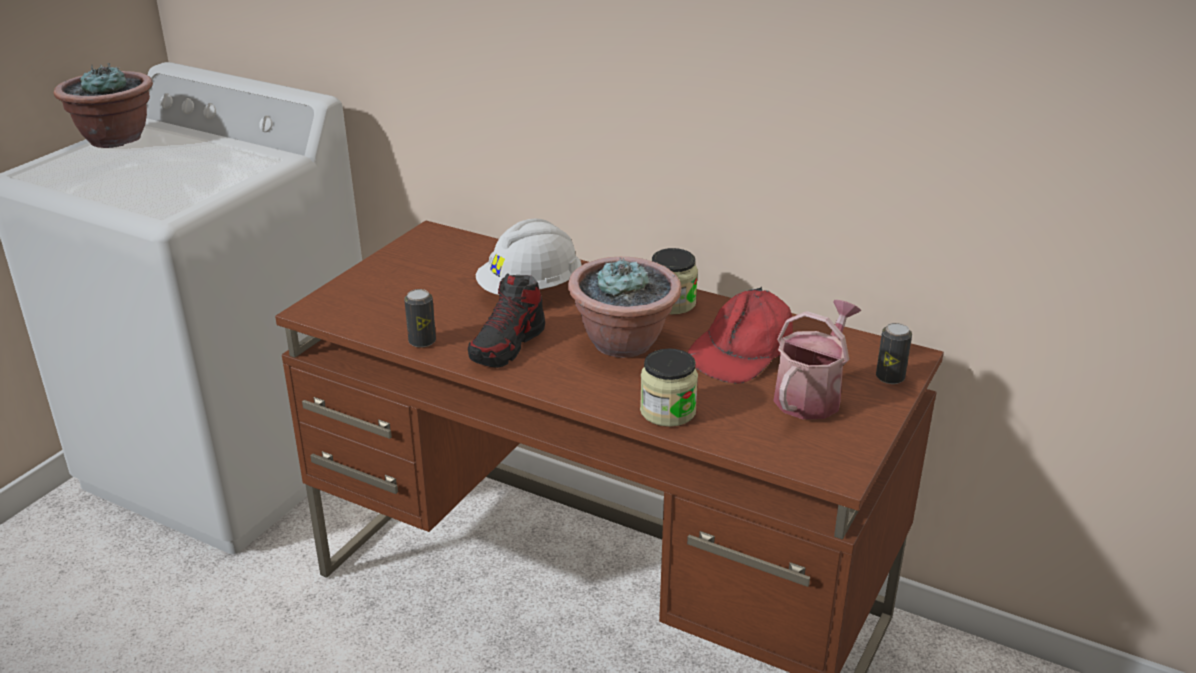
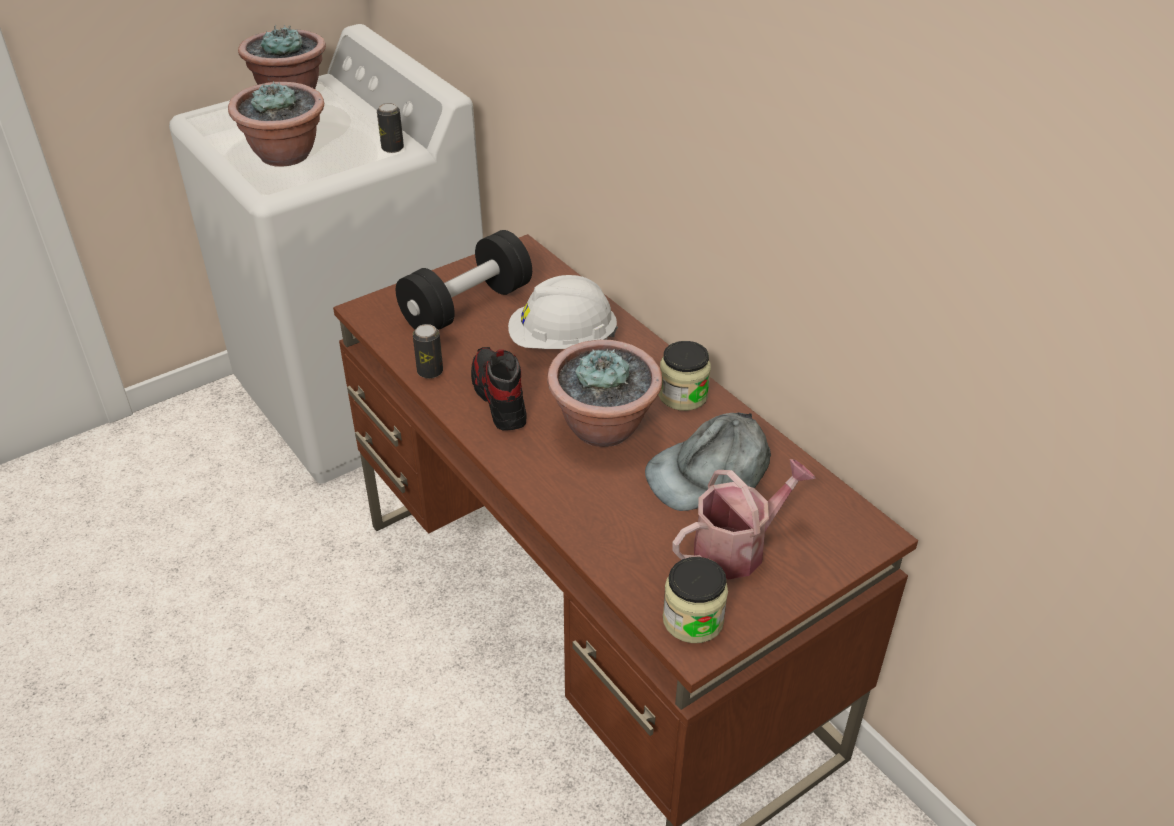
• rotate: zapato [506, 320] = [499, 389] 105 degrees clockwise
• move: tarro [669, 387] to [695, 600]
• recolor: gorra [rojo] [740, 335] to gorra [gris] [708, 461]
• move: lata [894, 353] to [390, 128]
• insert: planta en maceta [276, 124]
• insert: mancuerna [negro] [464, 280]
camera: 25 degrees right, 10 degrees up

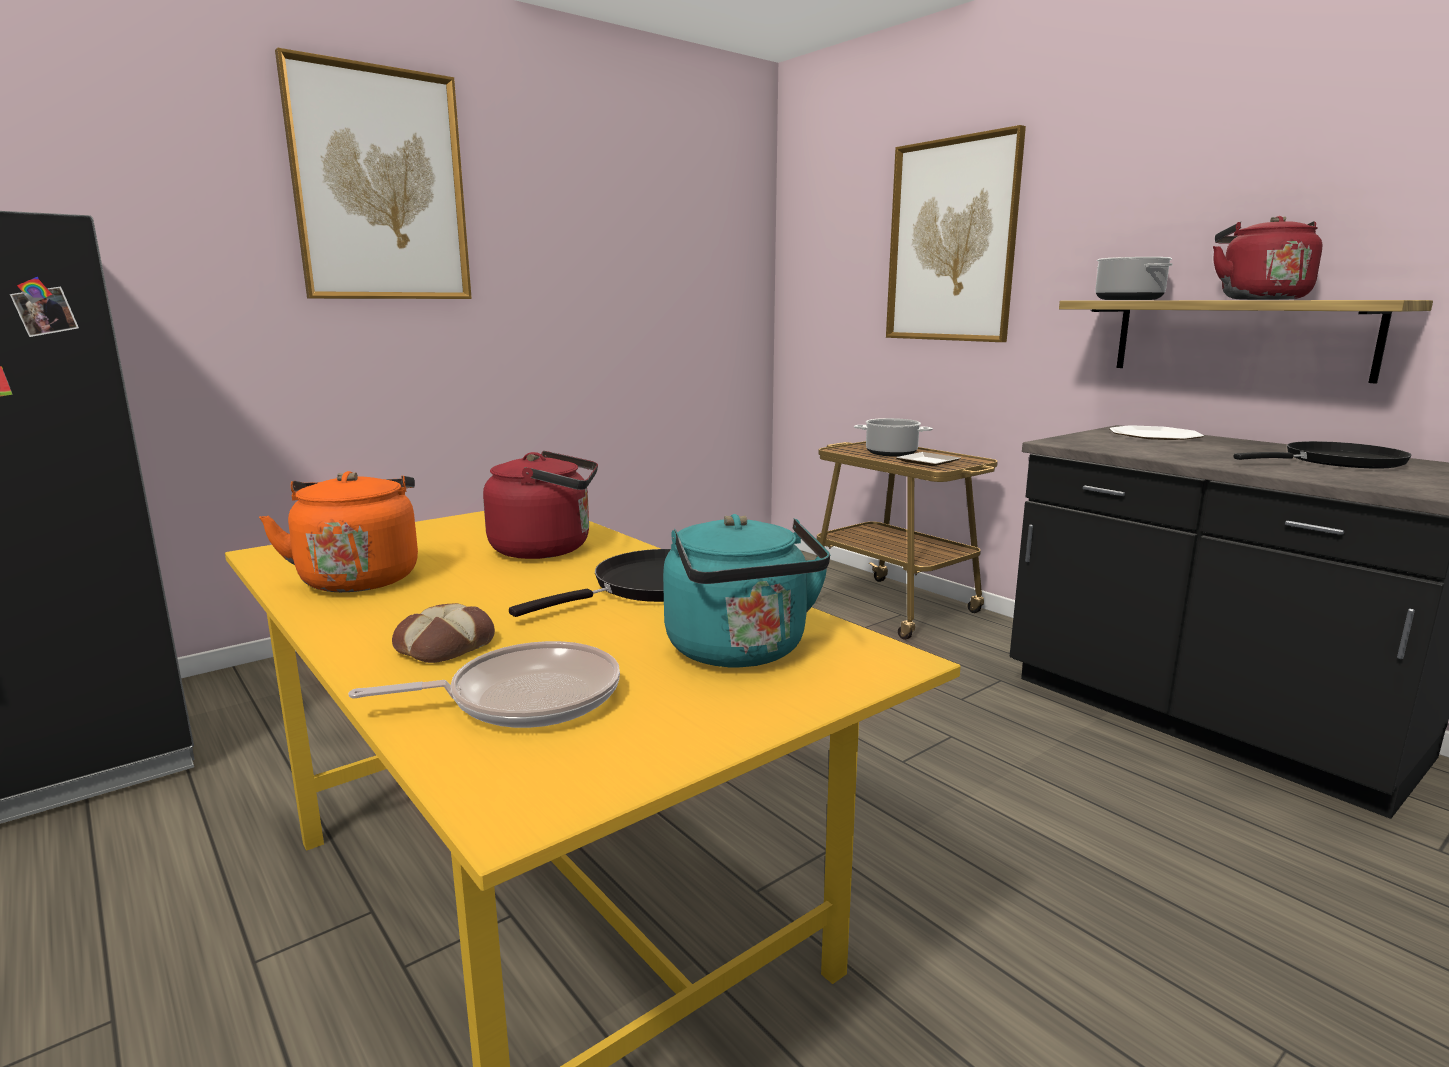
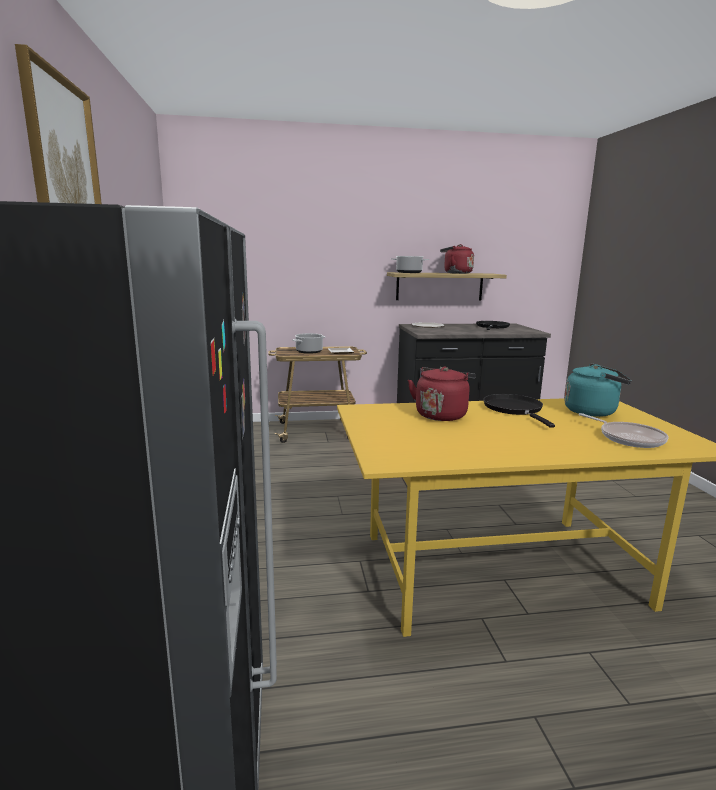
• delete: hervidor [naranja] [338, 531]
• rotate: sartén [484, 684] = [623, 430] 135 degrees clockwise
• delete: pan [443, 633]
• delete: cuadro [956, 233]
camera: 60 degrees left, 0 degrees up

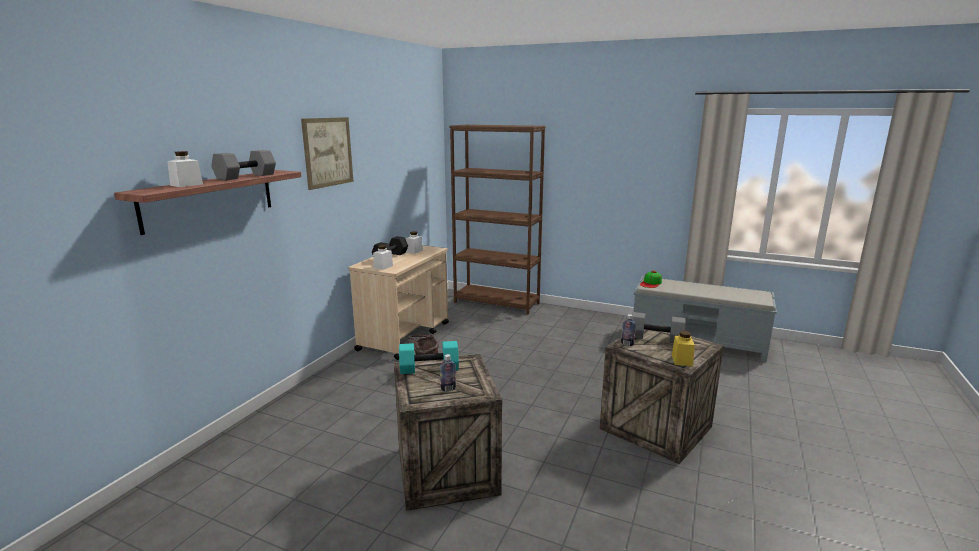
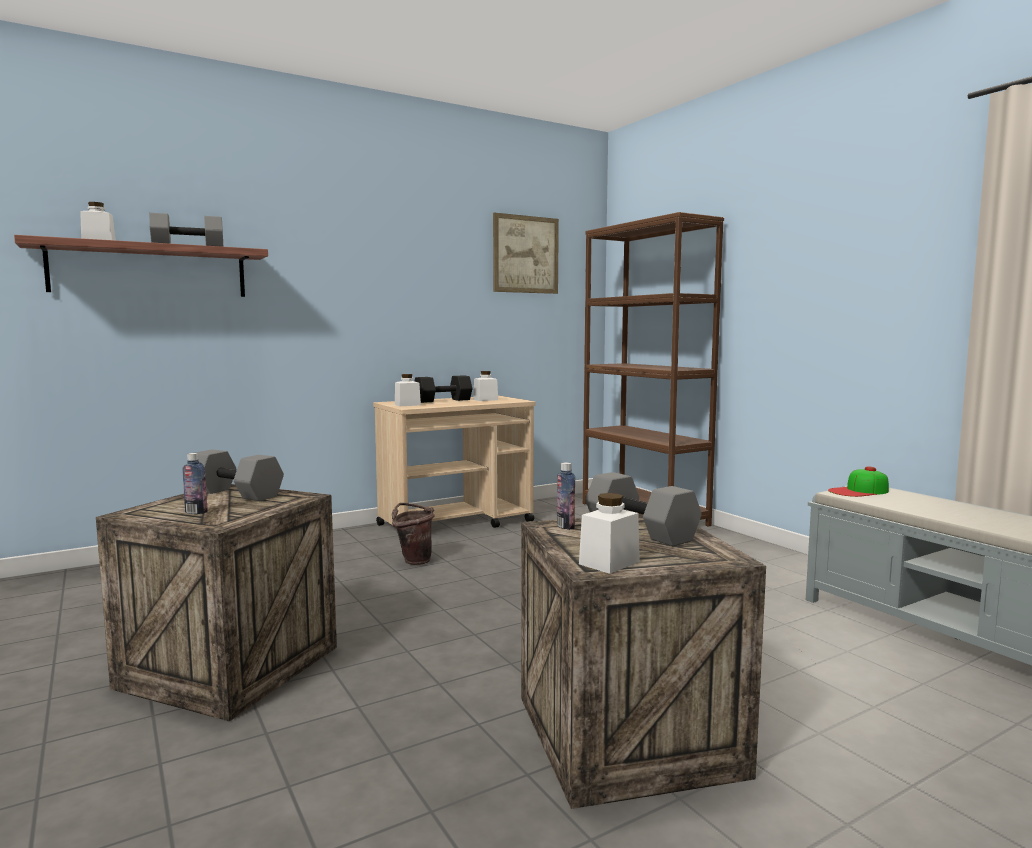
• move: cuadro [327, 153] to [526, 253]
• recolor: mancuerna [turquesa] [429, 357] to mancuerna [gris] [239, 475]
• recolor: tarro [amarillo] [683, 348] to tarro [blanco] [609, 533]
camera: 35 degrees right, 10 degrees down

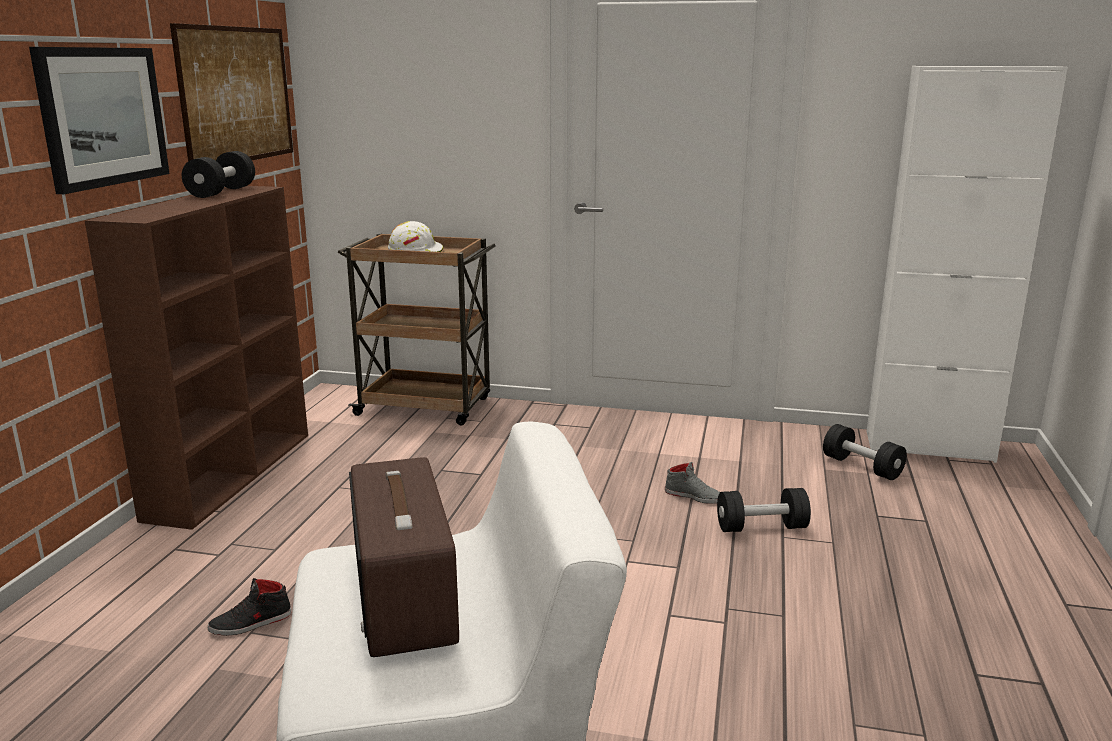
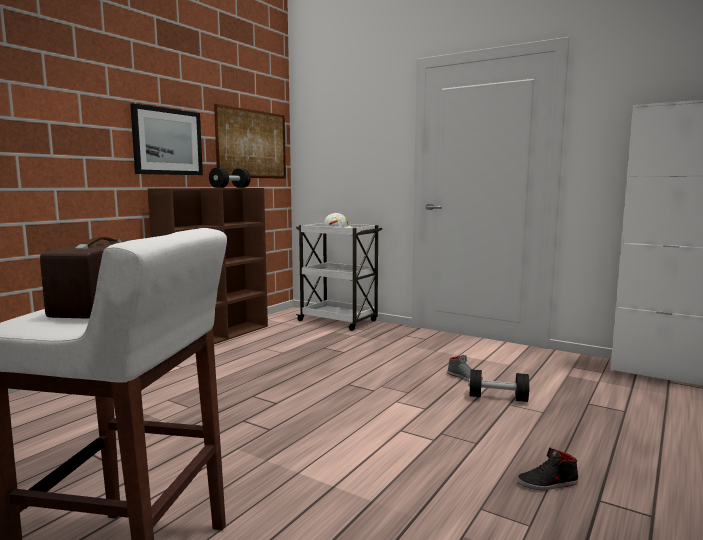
• move: zapato [negro] [249, 607] to [547, 469]
• recolor: carrito [marrón] [417, 329] to carrito [blanco] [339, 277]
• delete: mancuerna [negro] [865, 452]
camera: 20 degrees right, 10 degrees down

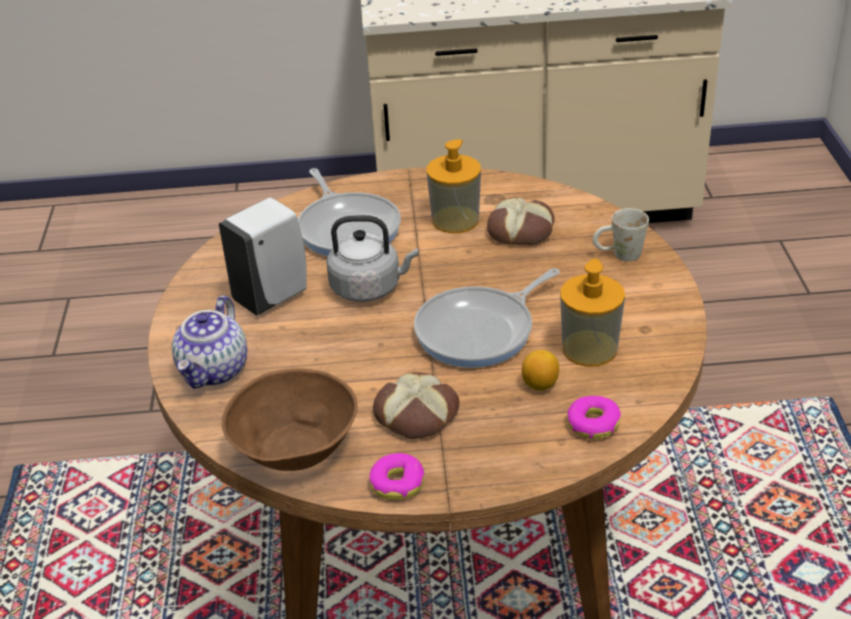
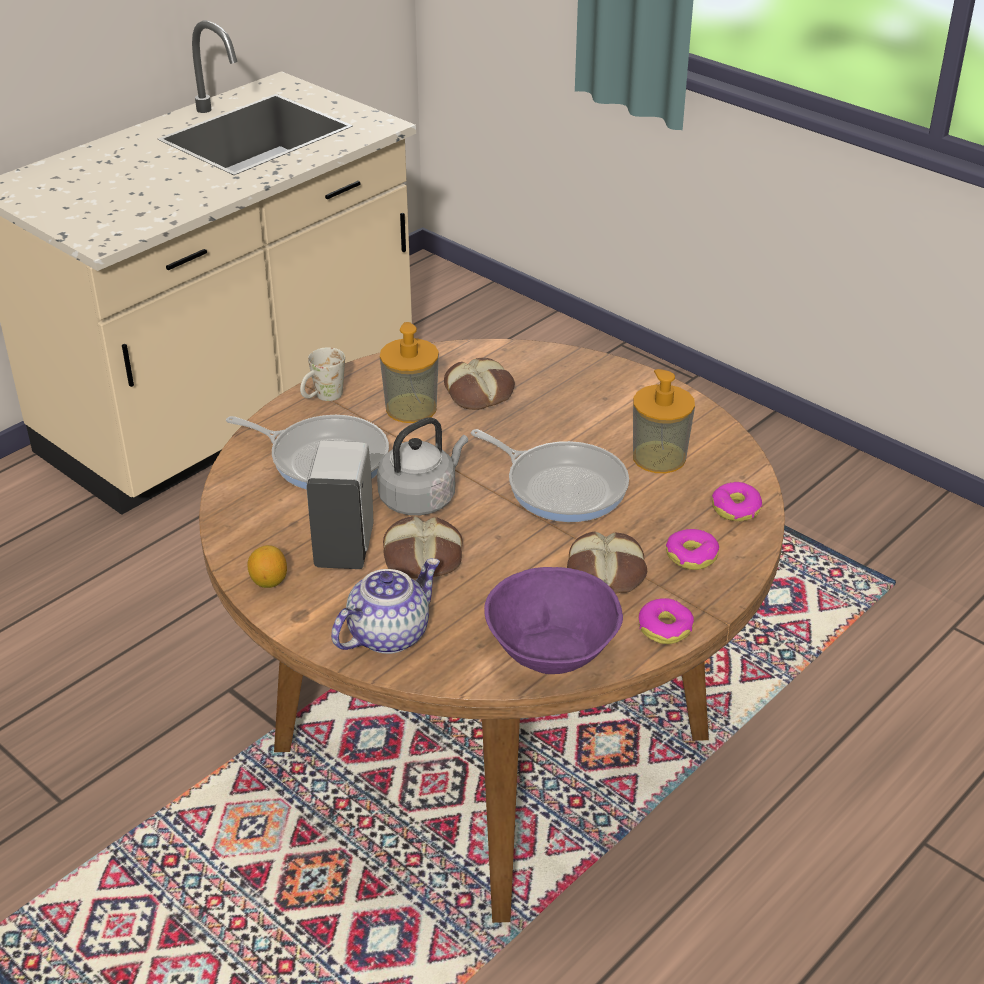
• rotate: tetera [209, 342] = [385, 606] 105 degrees counterclockwise
• recolor: cuenco [marrón] [290, 419] to cuenco [morado] [553, 620]
• rotate: sartén [487, 318] = [550, 475] 60 degrees counterclockwise
• move: limón [540, 370] to [267, 566]
• move: taza grande [blanco] [621, 235] to [322, 374]
• insert: pan [423, 547]
• insert: rosquilla [692, 549]
camera: 45 degrees left, 0 degrees up

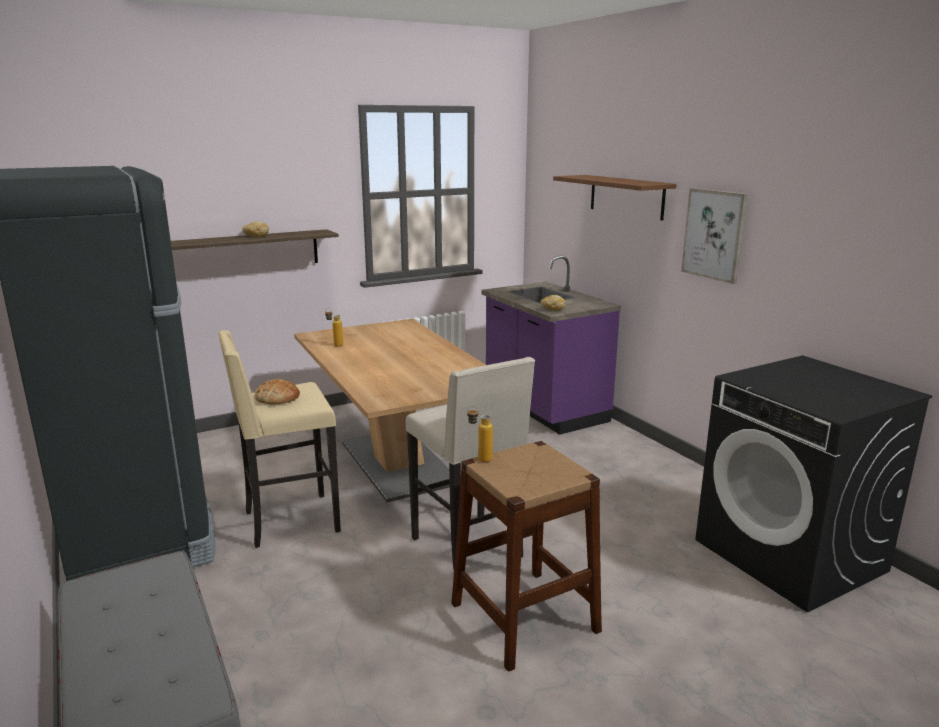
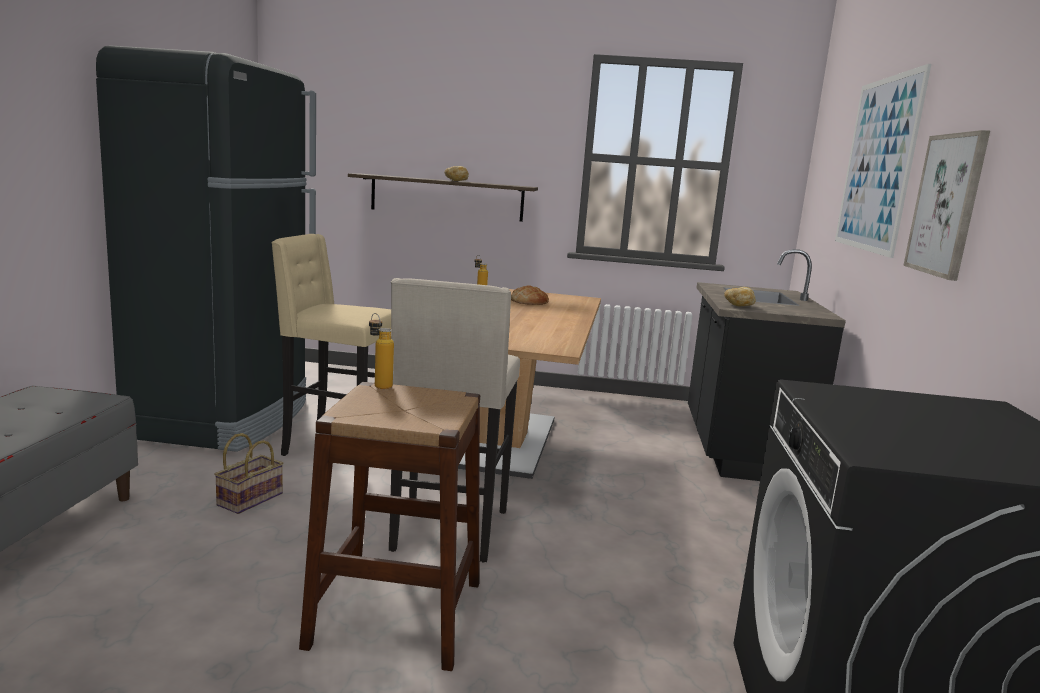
• move: pan [277, 391] to [530, 295]
• recolor: mueble bajo de cocina [morado] [551, 345] to mueble bajo de cocina [negro] [767, 365]
• replace: estante [marrón] [615, 197] to cuadro [883, 161]
• insert: cesta [249, 473]
camera: 35 degrees right, 5 degrees down

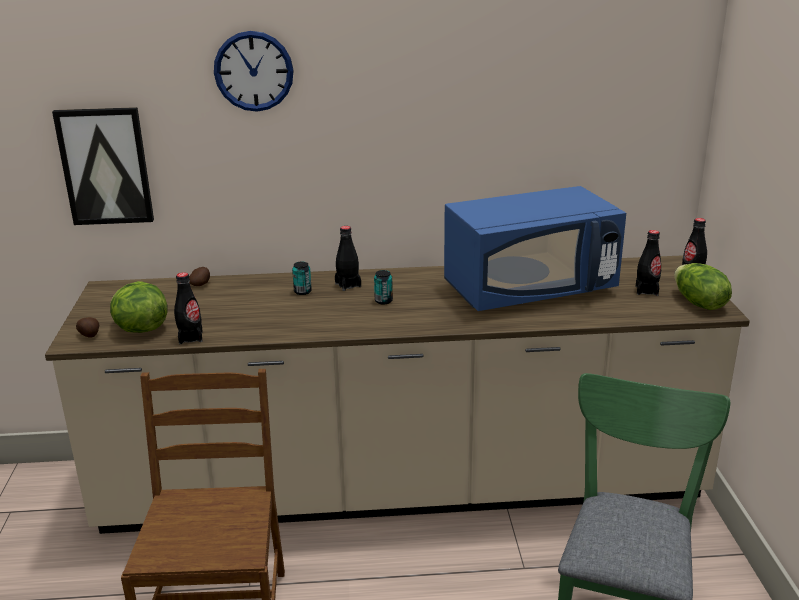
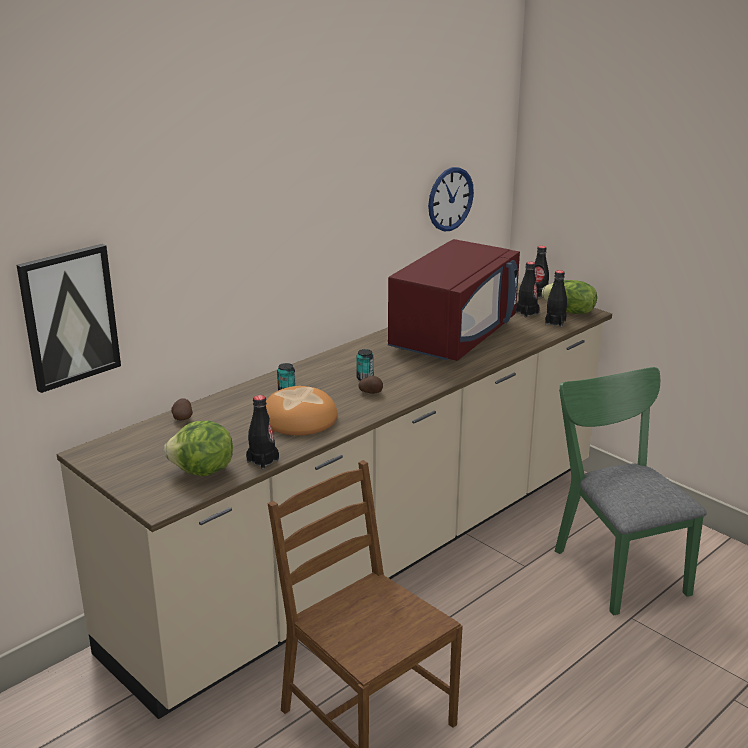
• move: patata [87, 327] to [371, 385]
• move: reloj de pared [254, 71] to [451, 199]
• move: botella [negro] [348, 258] to [556, 298]
• recolor: microondas [azul] [535, 248] to microondas [rojo] [454, 300]
• insert: pan [302, 410]
camera: 40 degrees left, 0 degrees up

